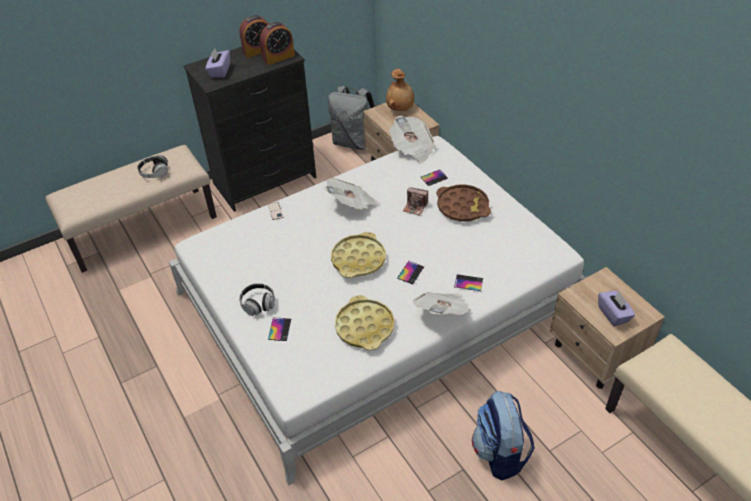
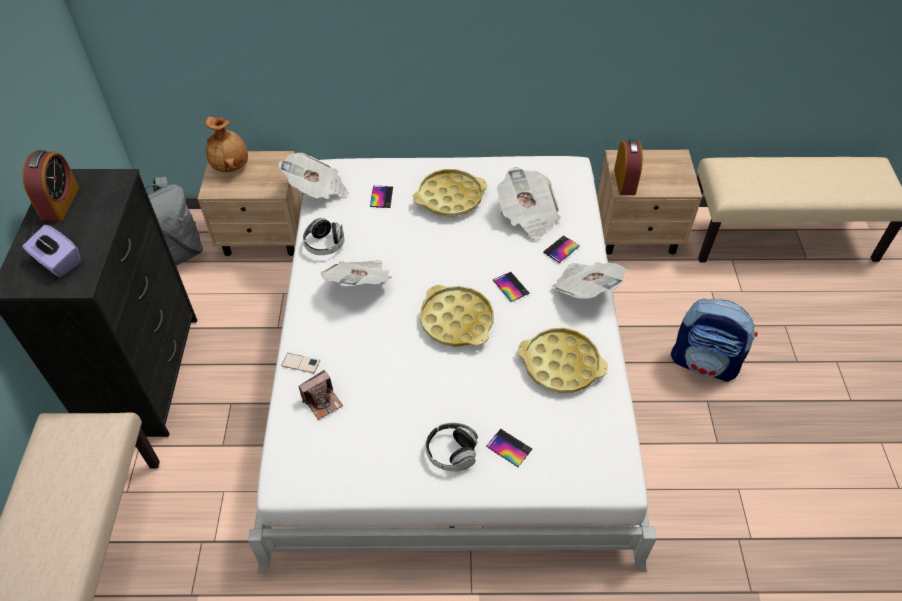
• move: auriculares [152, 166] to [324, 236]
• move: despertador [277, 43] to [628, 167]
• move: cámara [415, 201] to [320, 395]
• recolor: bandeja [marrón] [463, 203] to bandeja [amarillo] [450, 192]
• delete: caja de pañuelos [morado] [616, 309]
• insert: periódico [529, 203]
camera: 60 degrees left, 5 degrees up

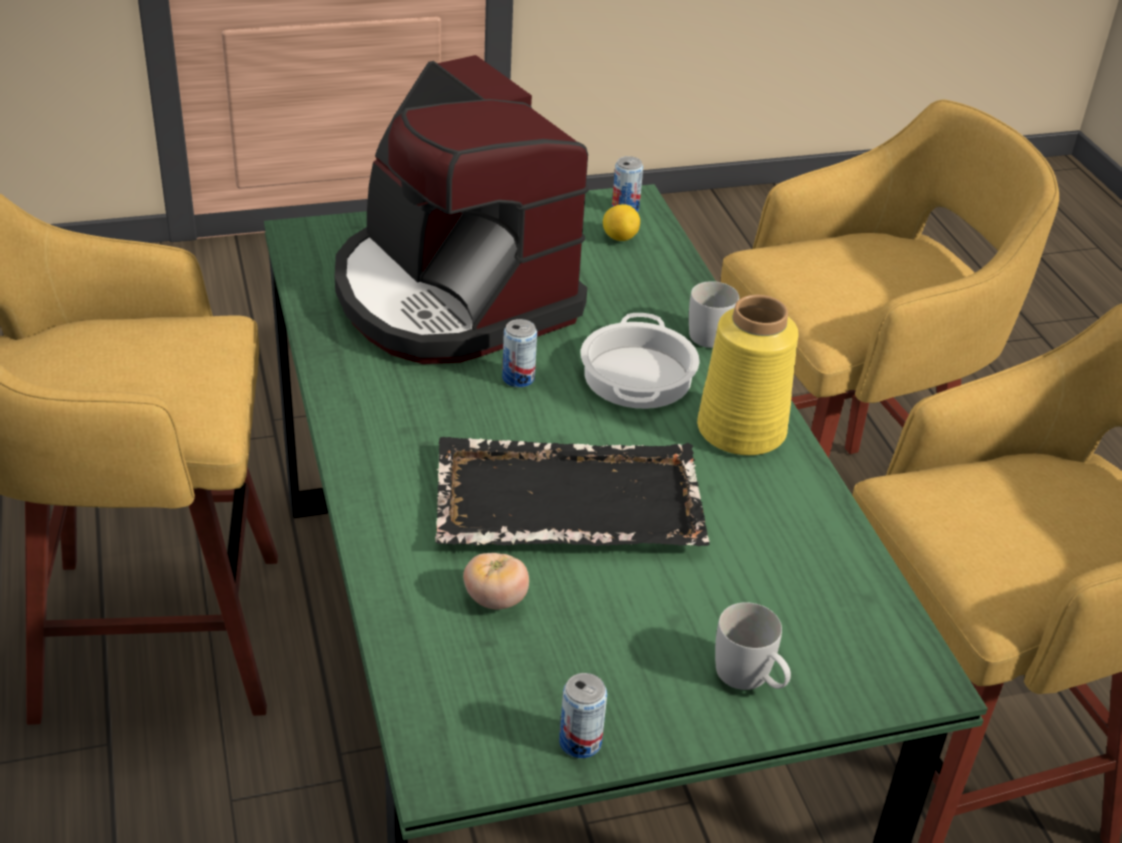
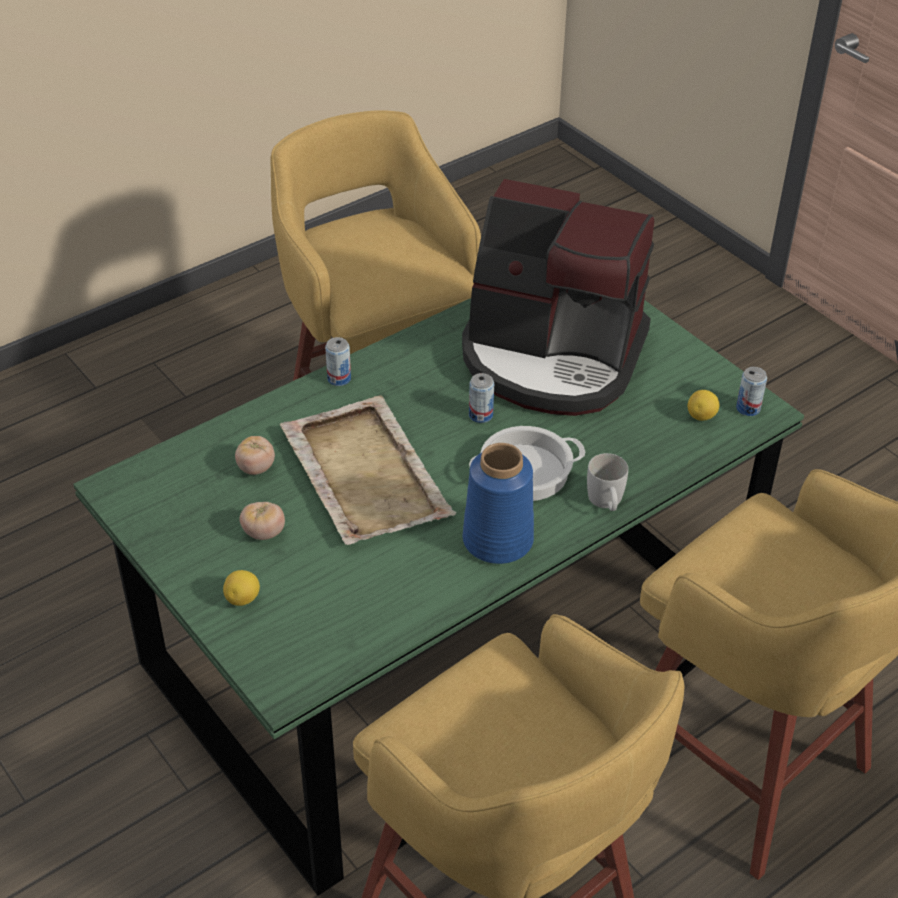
• rotate: cafetera [462, 209] = [558, 297] 105 degrees counterclockwise
• recolor: bandeja [negro] [572, 491] to bandeja [beis] [368, 470]
• move: lata [583, 715] to [338, 361]
• recolor: florero [amarillo] [748, 375] to florero [azul] [498, 503]
• replace: taza grande [blanco] [753, 646] to limón [241, 588]
• insert: tomate [262, 521]
camera: 70 degrees right, 5 degrees up

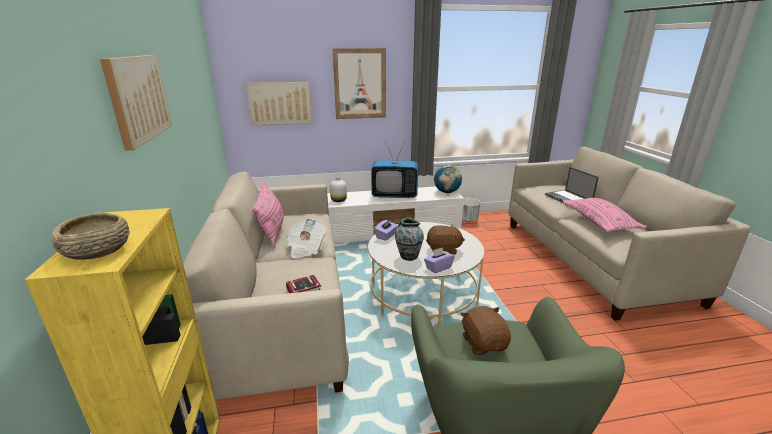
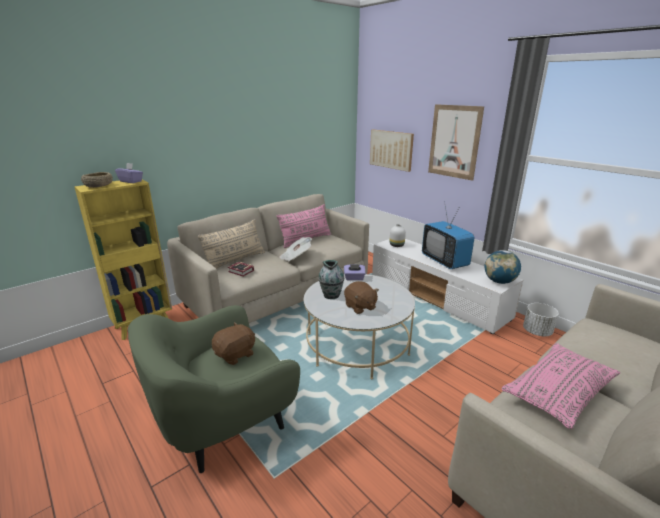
• delete: cuadro [136, 103]
• move: caja de pañuelos [morado] [439, 260] to [129, 173]
• delete: portátil [572, 184]
• insert: cojín [beis] [231, 244]
camera: 60 degrees right, 0 degrees up

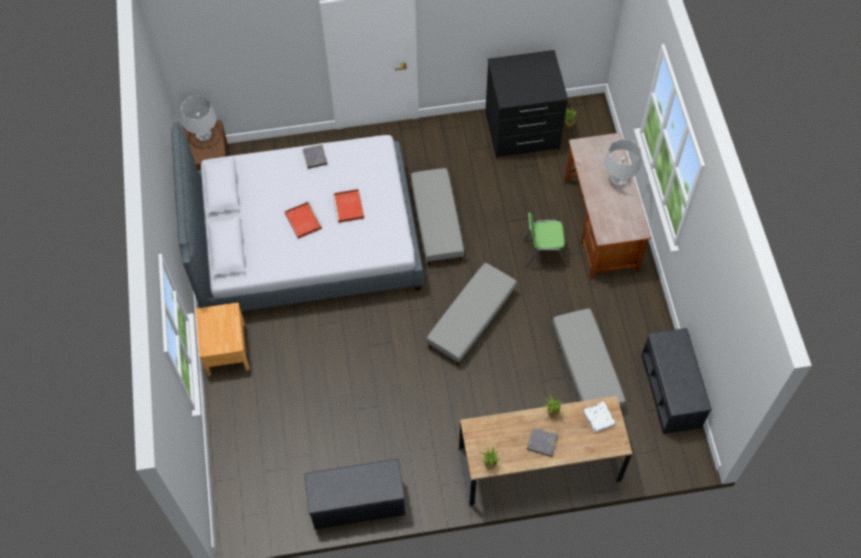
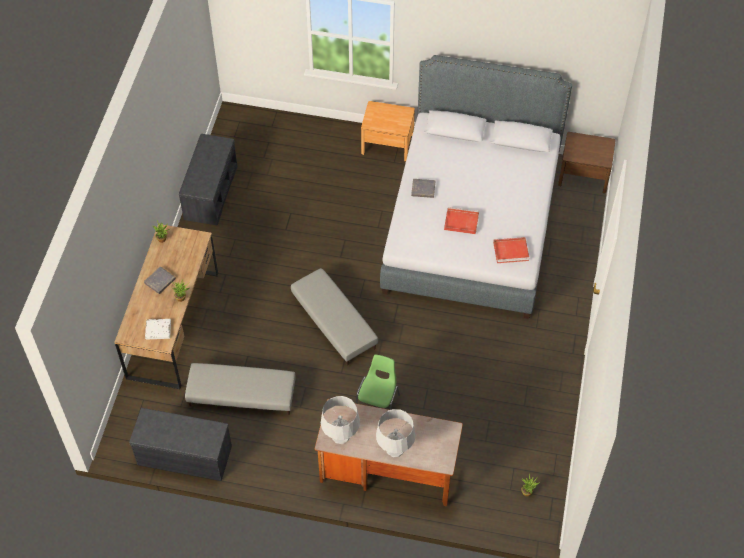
• move: lámpara de mesa [gris] [199, 118] to [340, 420]
• move: bandeja [rojo] [304, 220] to [511, 250]
• move: libro [gris] [315, 157] to [423, 188]
• delete: puf [gris] [437, 217]
• delete: cómoda [negro] [526, 104]
camera: 110 degrees right, 5 degrees down

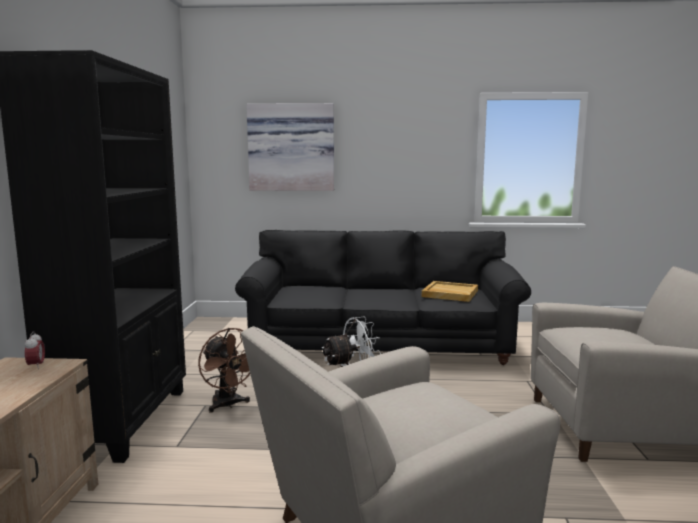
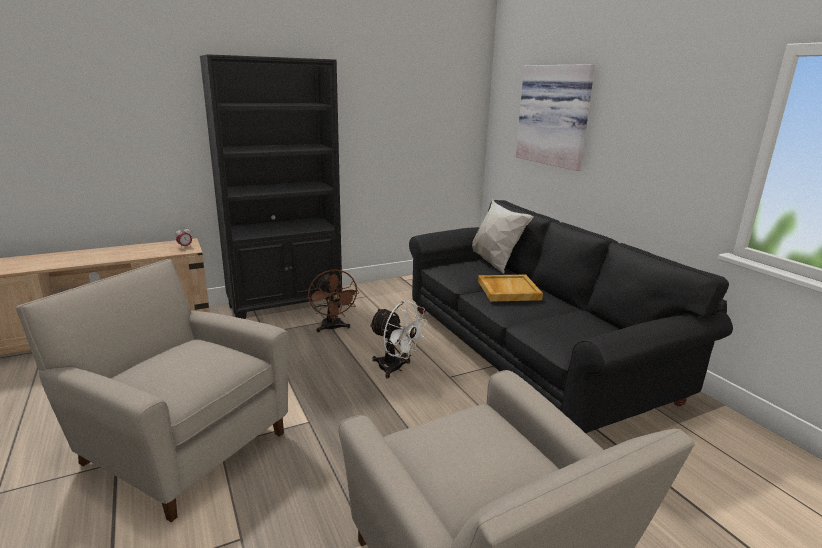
• rotate: ventilador [marrón] [224, 370] = [333, 300] 45 degrees counterclockwise
• move: bandeja [beis] [450, 291] to [510, 288]
• insert: cojín [blanco] [502, 236]
camera: 60 degrees right, 10 degrees up

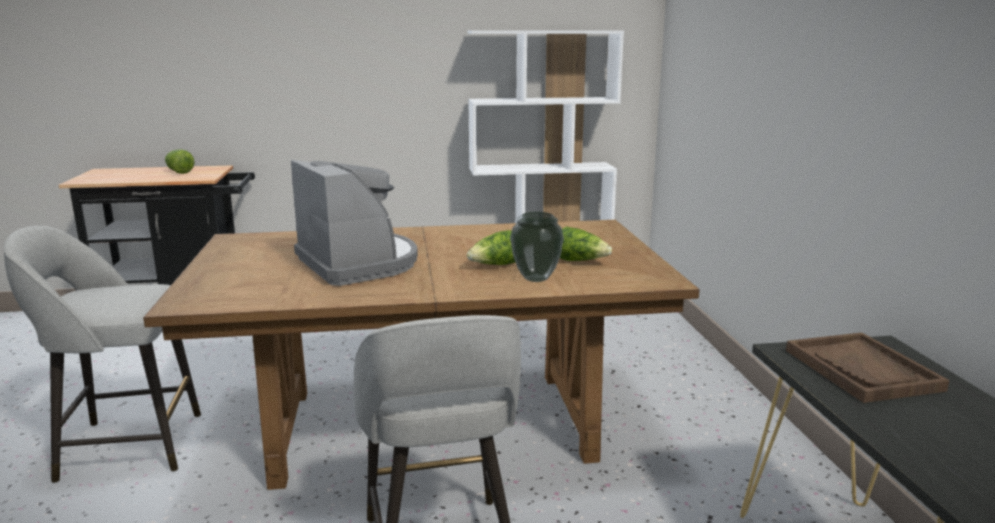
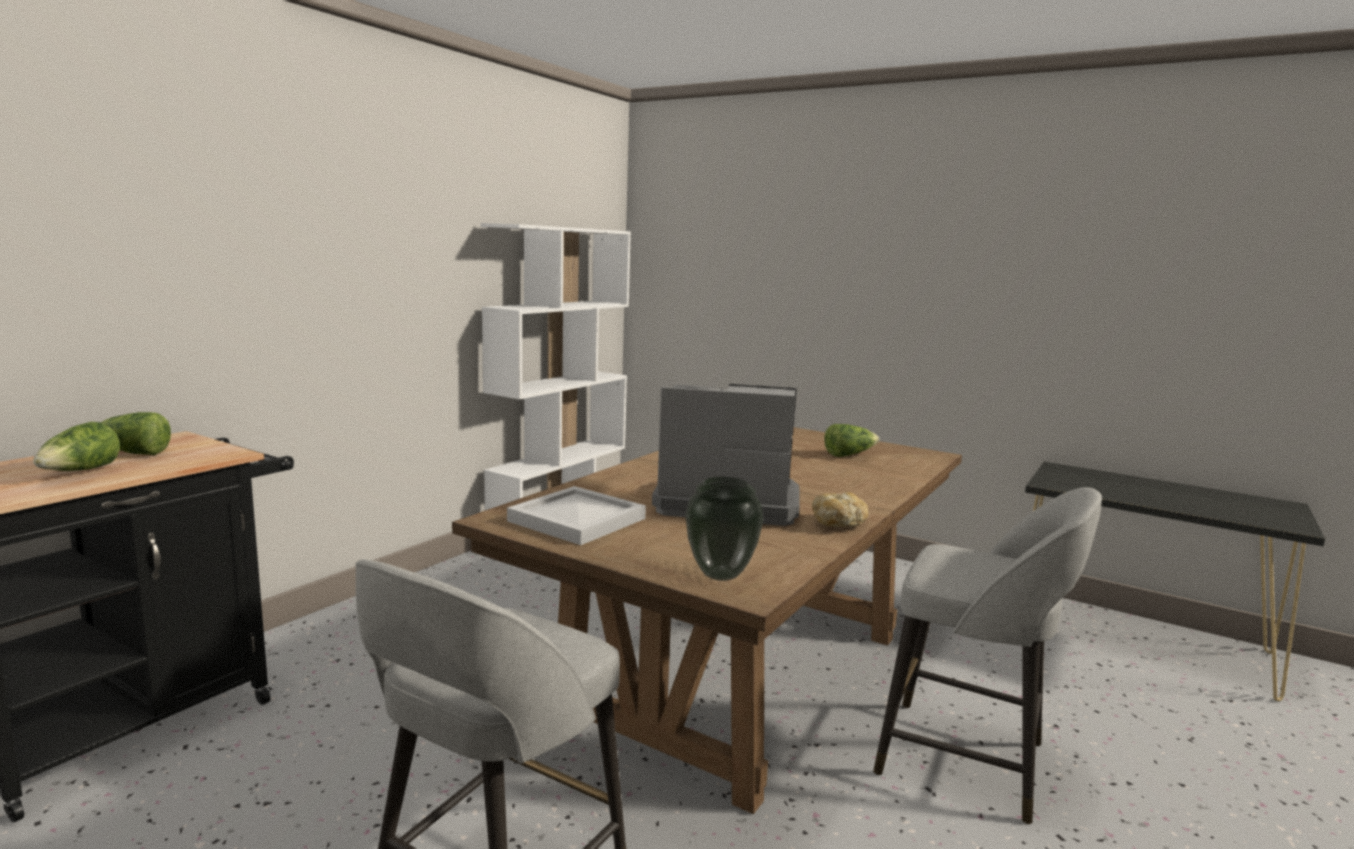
• move: lechuga [491, 247] to [76, 446]
• move: florero [537, 247] to [724, 529]
• delete: bandeja [marrón] [867, 367]
• insert: bandeja [blanco] [576, 515]
• insert: pan [840, 509]
camera: 50 degrees left, 5 degrees down

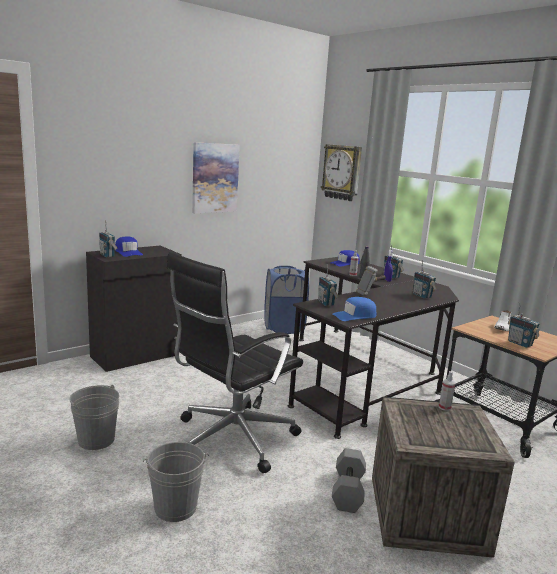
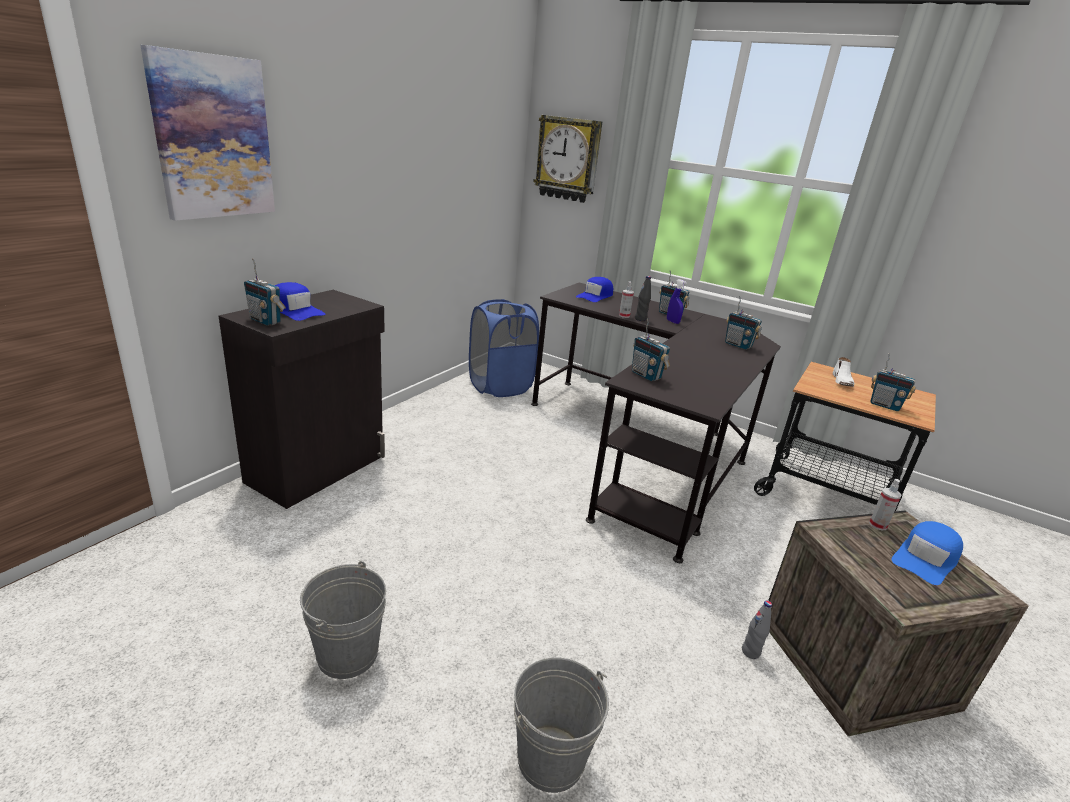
• delete: silla de oficina [negro] [234, 362]
• move: cuadro [216, 177] to [207, 133]
• move: gorra [azul] [354, 309] to [927, 553]
• replace: mancuerna [gris] [349, 480] to botella [gris] [757, 630]
• delete: martillo [371, 280]
camera: 20 degrees left, 10 degrees up

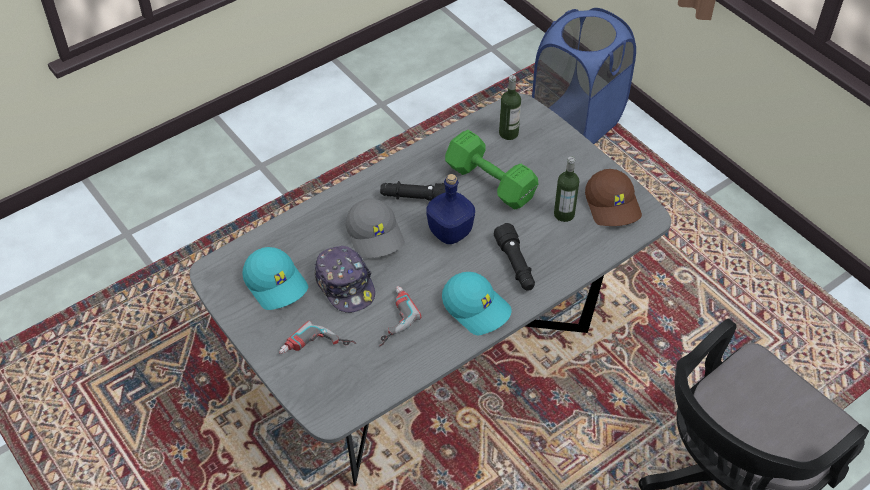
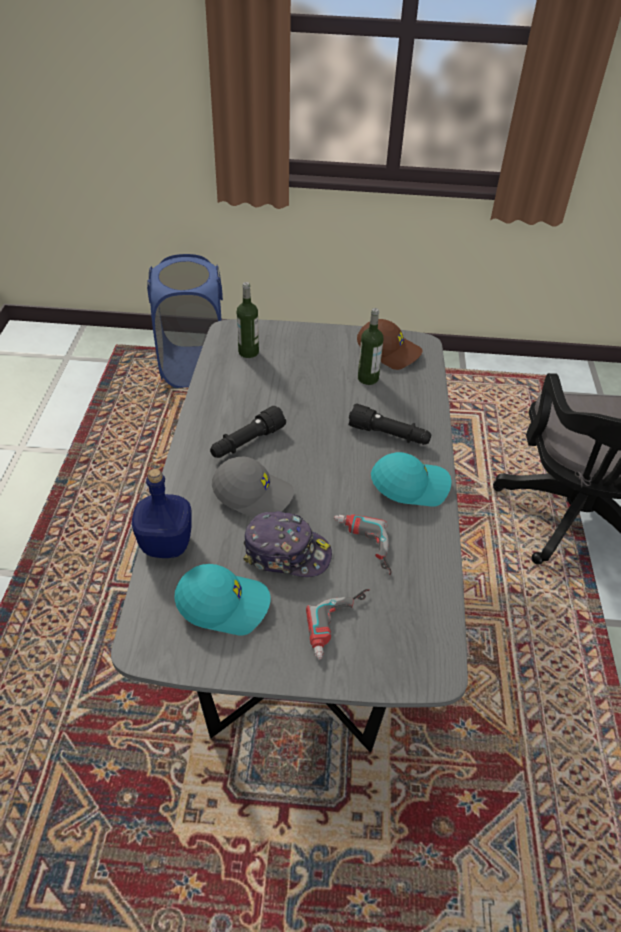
• move: botella [azul] [450, 209] to [162, 513]
• delete: mancuerna [verde] [491, 170]
camera: 50 degrees left, 5 degrees down

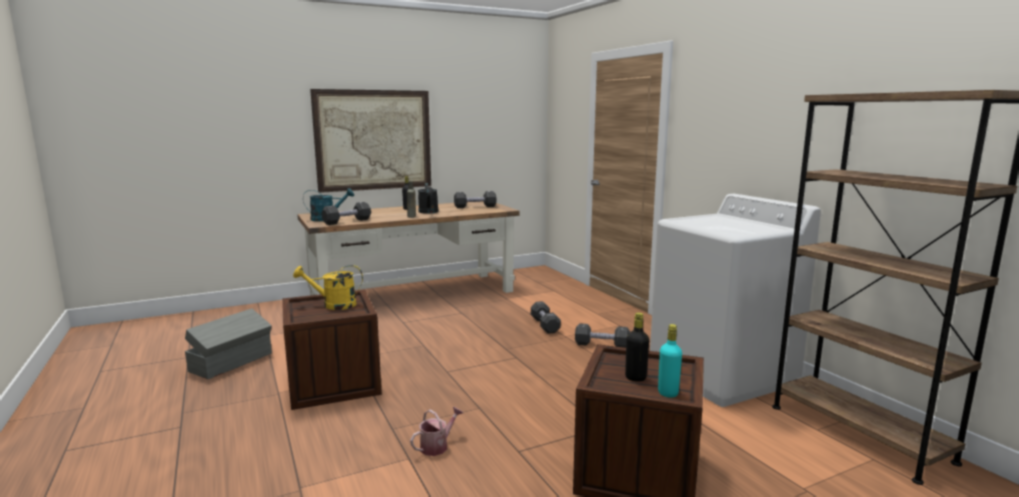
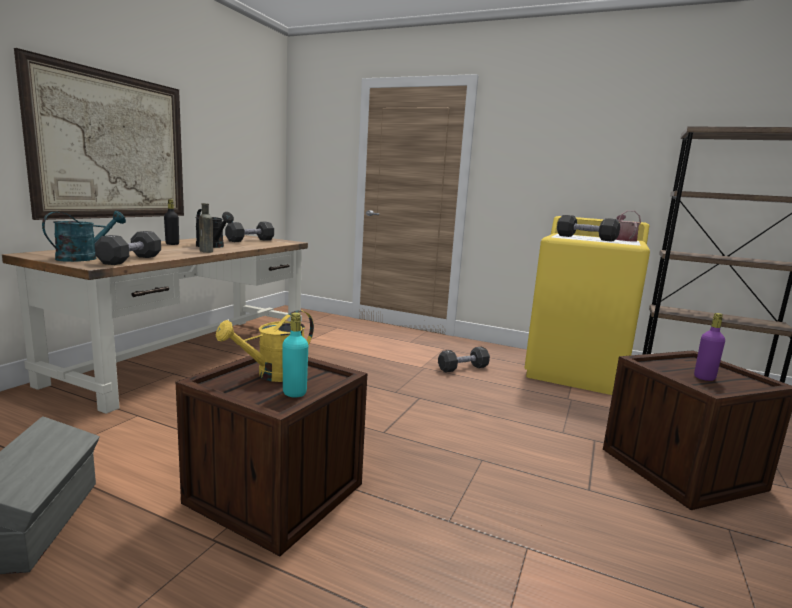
• move: regadera [436, 431] to [628, 226]
• move: mancuerna [negro] [546, 317] to [588, 228]
• recolor: botella [negro] [637, 347] to botella [morado] [709, 347]
• recolor: lavadora [blanco] [735, 300] to lavadora [amarillo] [587, 305]
• move: botella [turquesa] [670, 361] to [295, 354]
camera: 40 degrees left, 0 degrees up

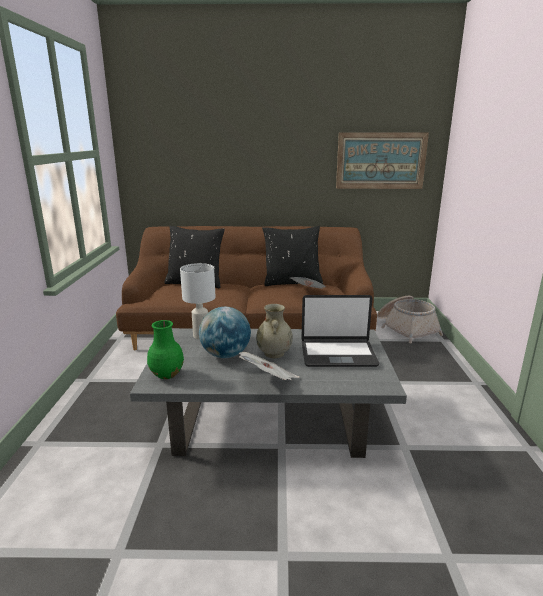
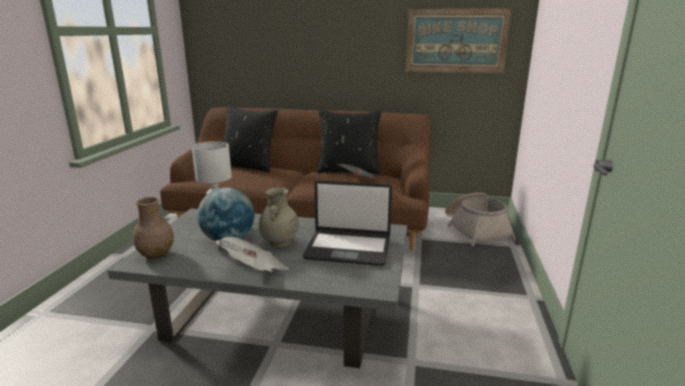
• recolor: florero [verde] [165, 349] to florero [marrón] [153, 228]
camera: 10 degrees right, 0 degrees up

